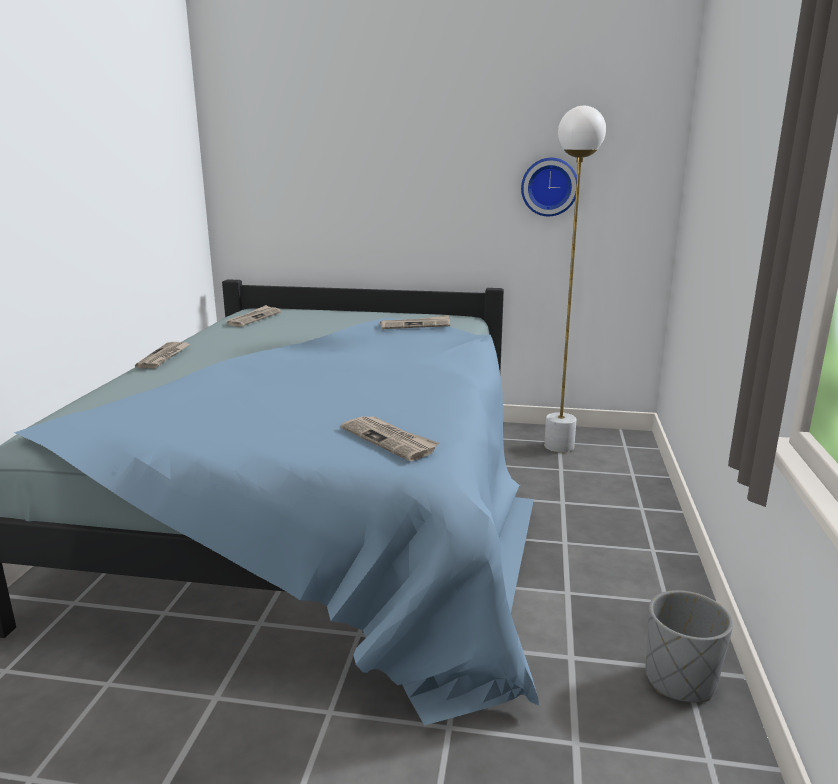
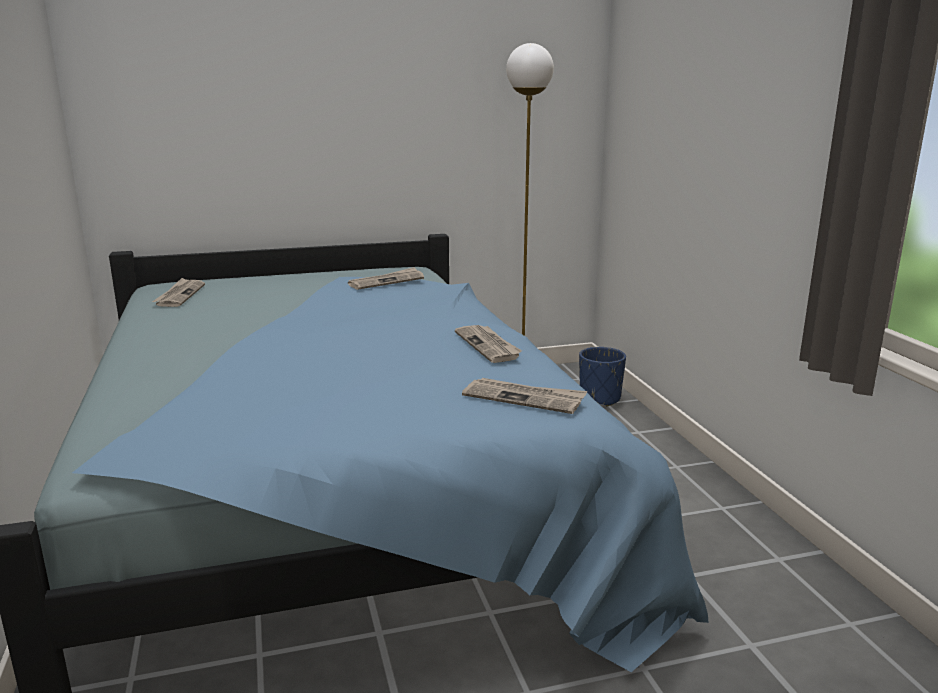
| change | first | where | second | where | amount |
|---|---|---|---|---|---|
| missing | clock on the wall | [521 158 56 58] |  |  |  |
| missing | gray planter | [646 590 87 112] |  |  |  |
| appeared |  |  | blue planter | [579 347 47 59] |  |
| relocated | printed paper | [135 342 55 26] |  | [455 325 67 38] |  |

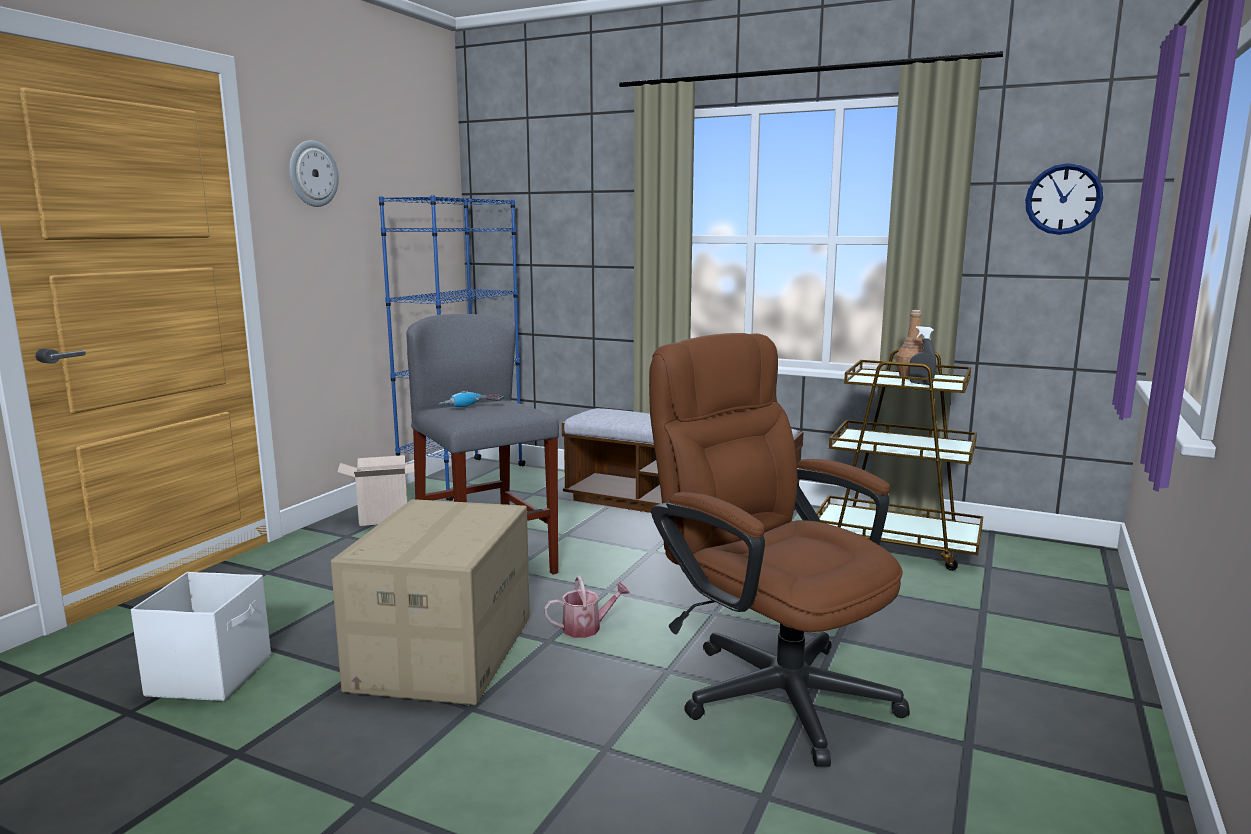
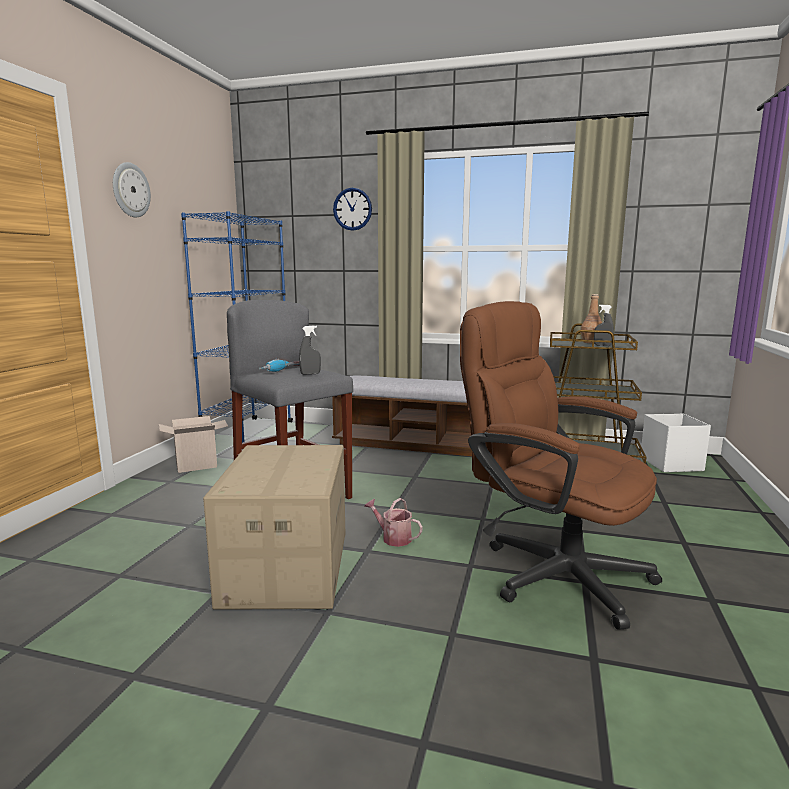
| change | first | where | second | where | amount |
|---|---|---|---|---|---|
| appeared |  |  | gray sprayer | [299 326 22 49] |  |
| relocated | whitish storage container | [131 572 140 129] |  | [641 413 70 59] |  |
| relocated | clock on the wall | [1025 163 78 72] |  | [333 188 39 43] |  |
| spun | watering pot | [544 576 86 62] |  | [364 498 59 49] | 120 degrees counterclockwise |

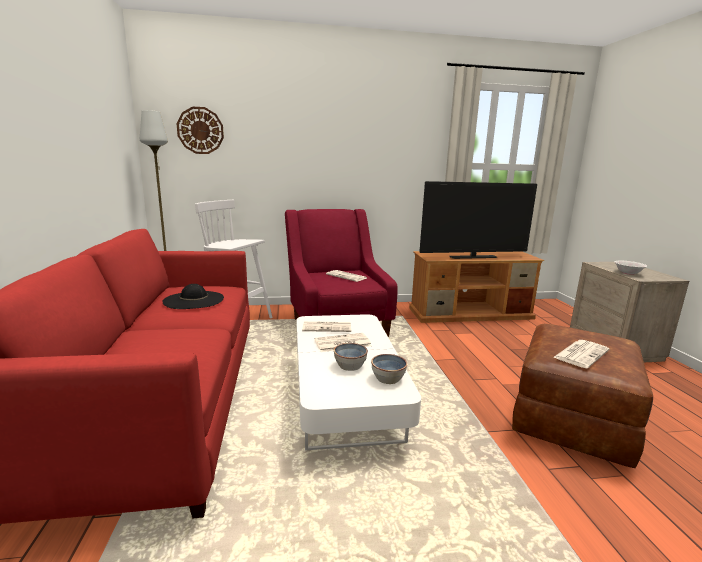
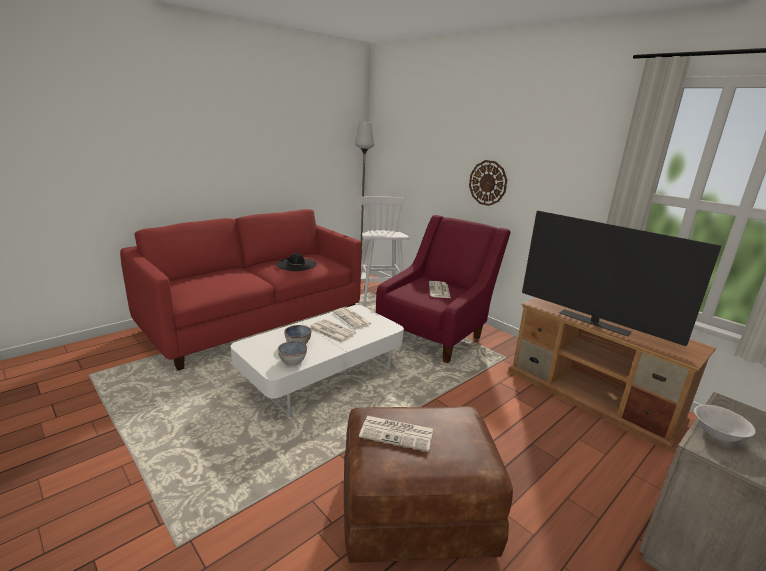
| change | first | where | second | where | amount |
|---|---|---|---|---|---|
| relocated | clock on the wall | [177 107 47 47] |  | [469 160 38 46] |  |

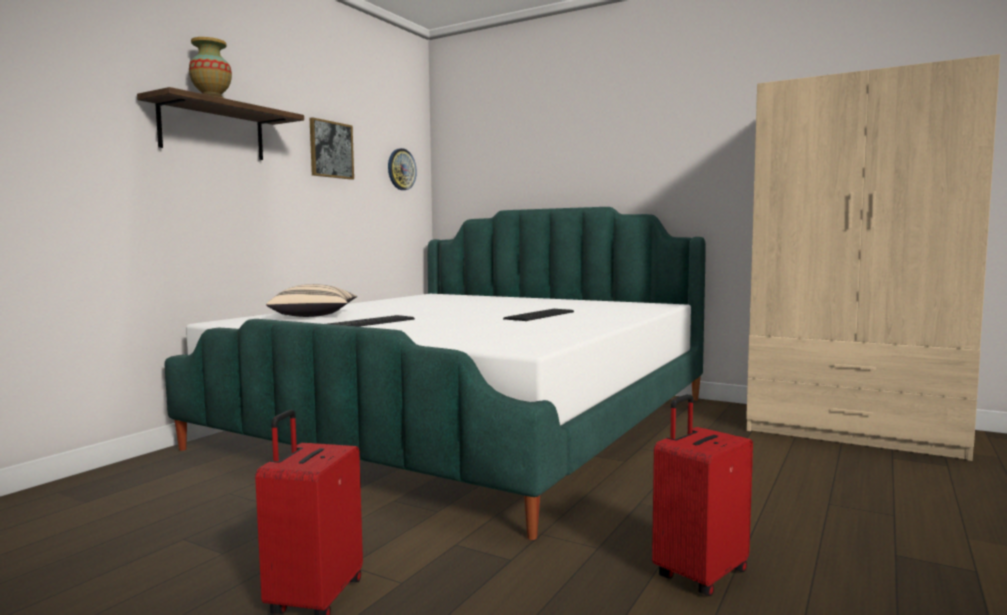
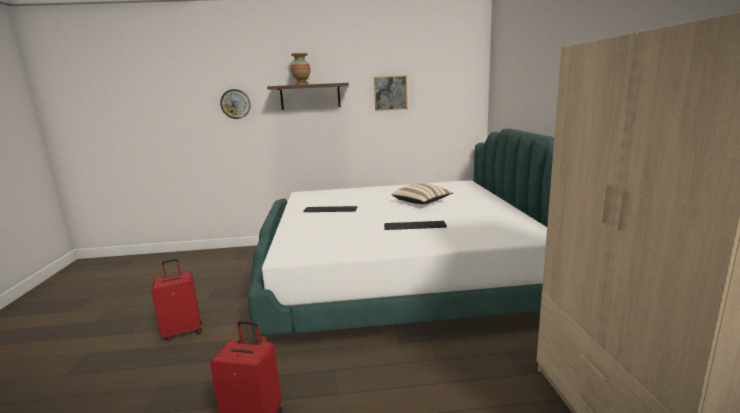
| change | first | where | second | where | amount |
|---|---|---|---|---|---|
| relocated | sand-coloured throw pillow | [266 284 91 33] |  | [392 183 61 21] |  |
| relocated | clock on the wall | [388 148 29 42] |  | [220 89 31 30] |  |

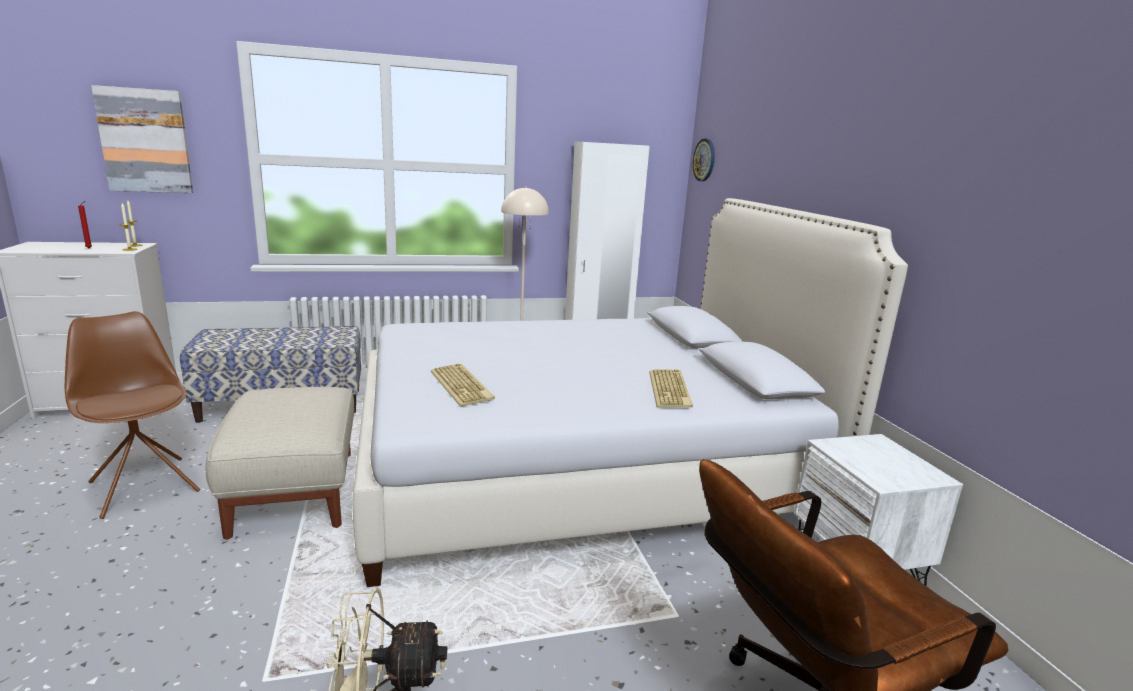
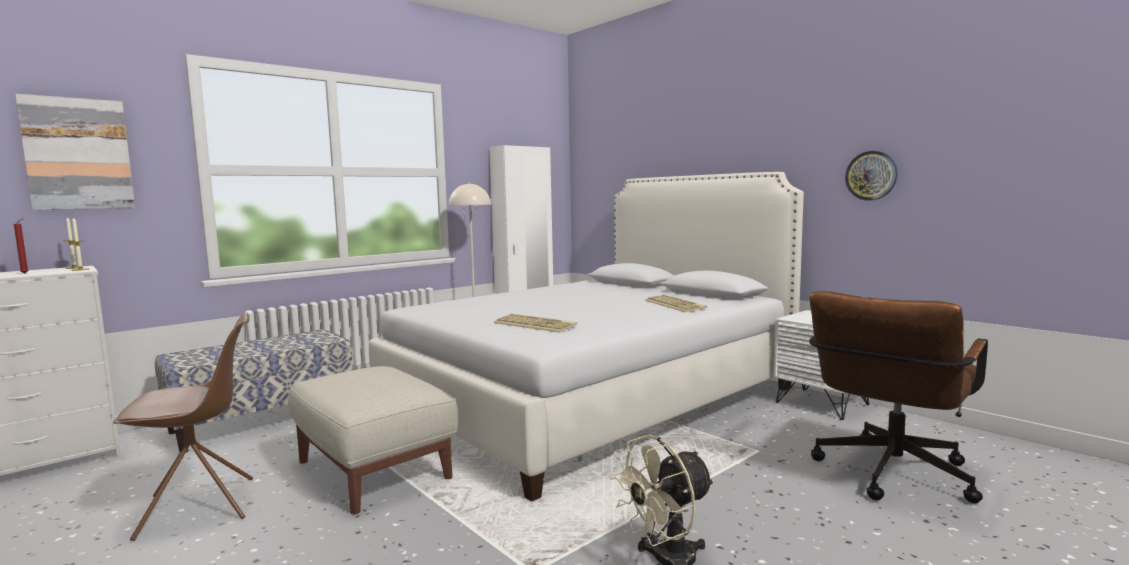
| change | first | where | second | where | amount |
|---|---|---|---|---|---|
| relocated | clock on the wall | [692 139 23 42] |  | [845 151 53 49] |  |
| spun | brown chair | [65 311 135 208] |  | [113 313 140 228] | 135 degrees clockwise |

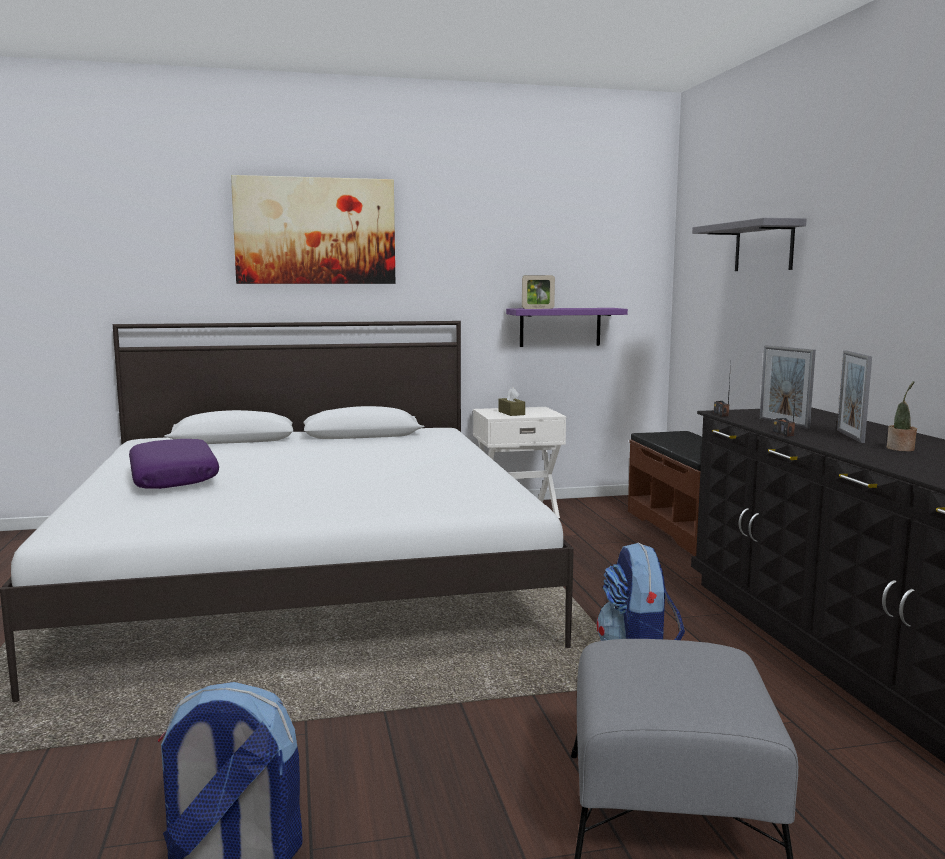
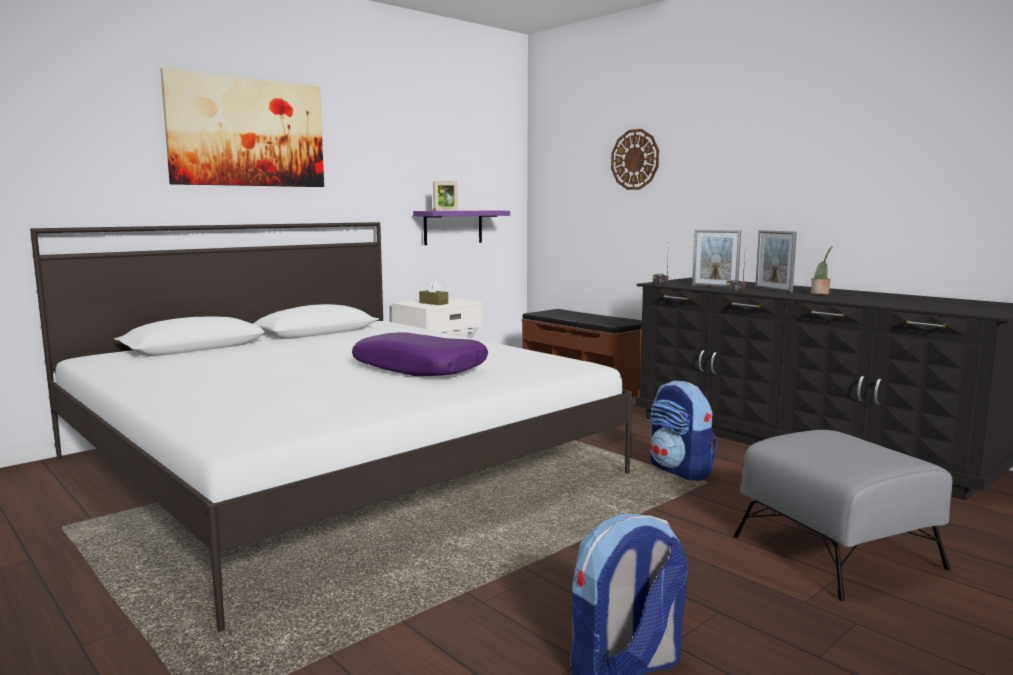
| change | first | where | second | where | amount |
|---|---|---|---|---|---|
| relocated | purple-coloured throw pillow | [129 439 90 50] |  | [352 332 136 44] |  |
| exchanged | gray wall shelf | [692 218 115 53] | clock on the wall | [611 129 48 61] |  |

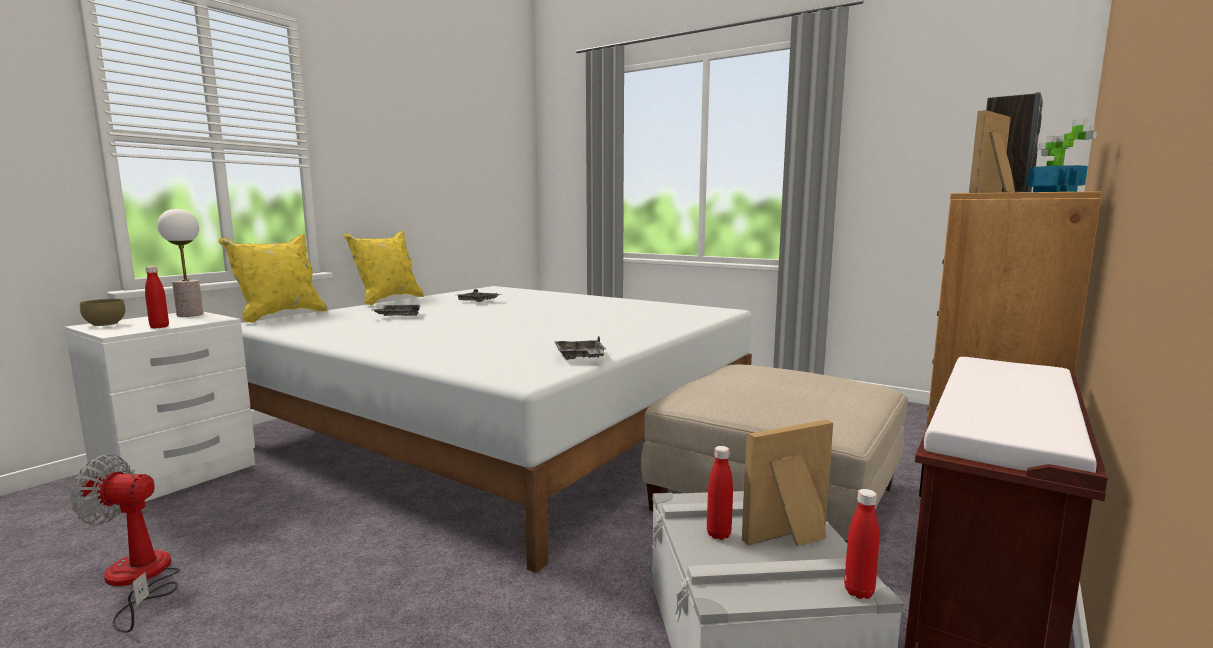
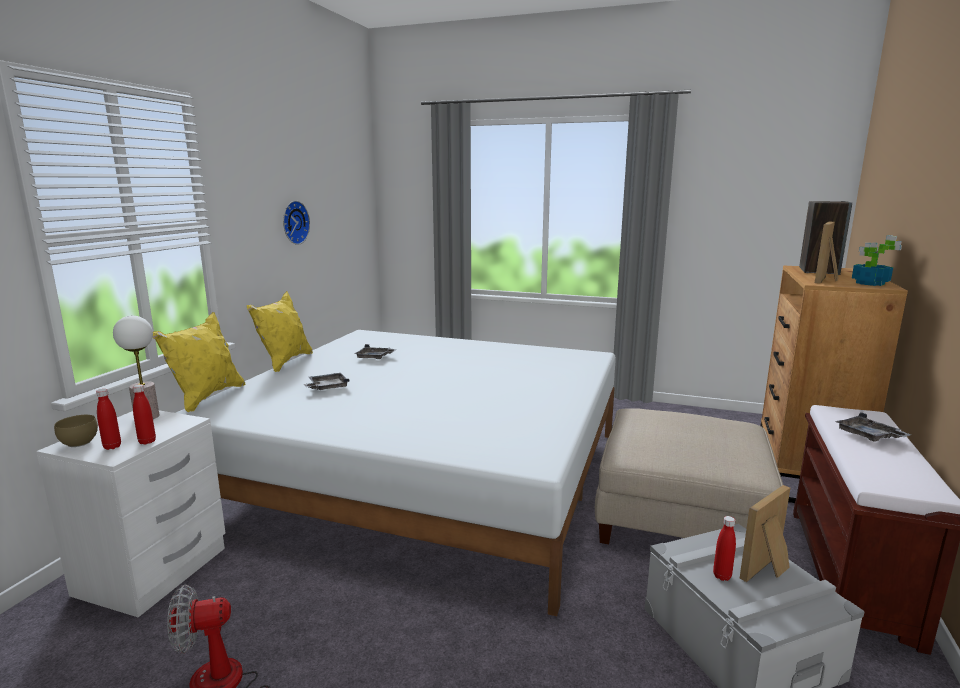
| change | first | where | second | where | amount |
|---|---|---|---|---|---|
| appeared |  |  | clock on the wall | [283 201 27 44] |  |
| relocated | gray serving tray | [554 336 53 24] |  | [835 412 76 30] |  |
| relocated | red bottle | [844 489 35 110] |  | [96 389 25 61] |  |

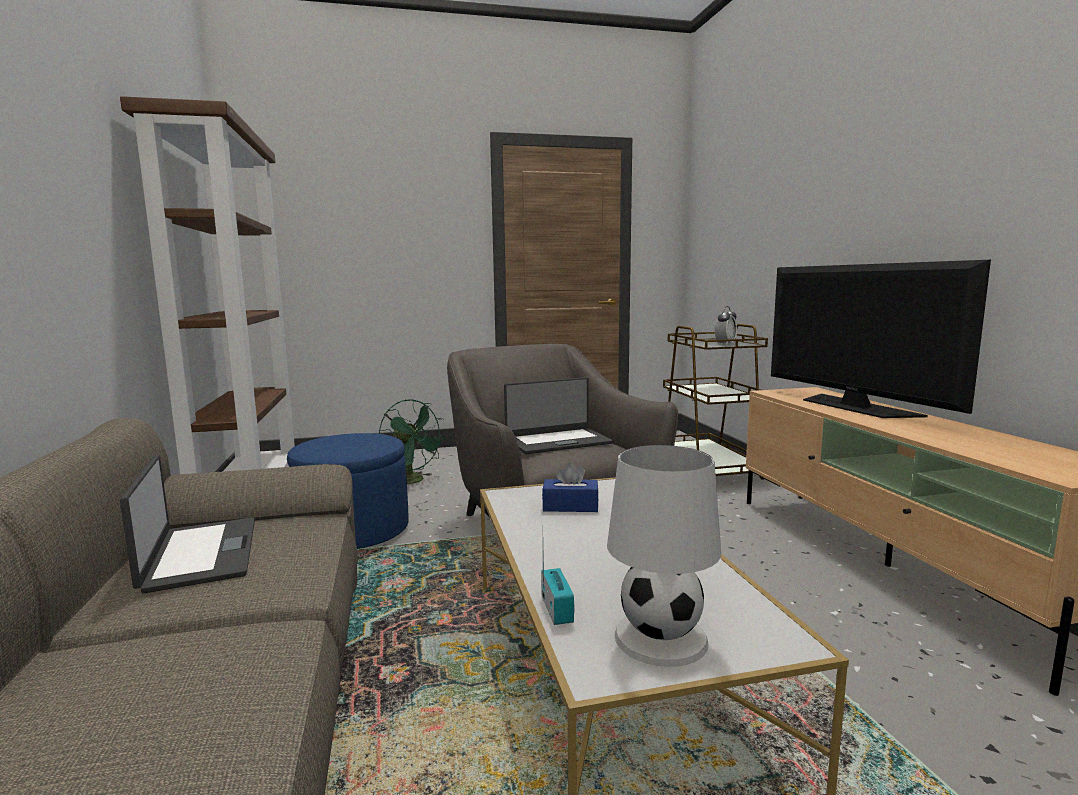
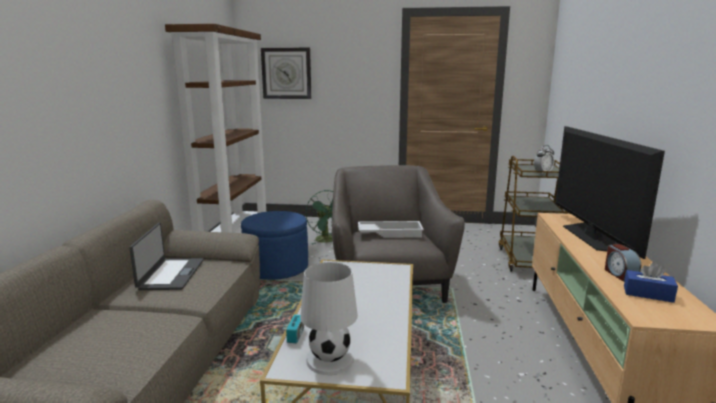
| change | first | where | second | where | amount |
|---|---|---|---|---|---|
| appeared |  |  | clock on the wall | [261 48 50 51] |  |
| appeared |  |  | table clock | [605 244 36 38] |  |
| relocated | blue tissue box | [542 462 57 50] |  | [624 262 54 41] |  |
| exchanged | portable computer | [504 377 109 77] | whitish serving tray | [358 221 66 17] |  |

